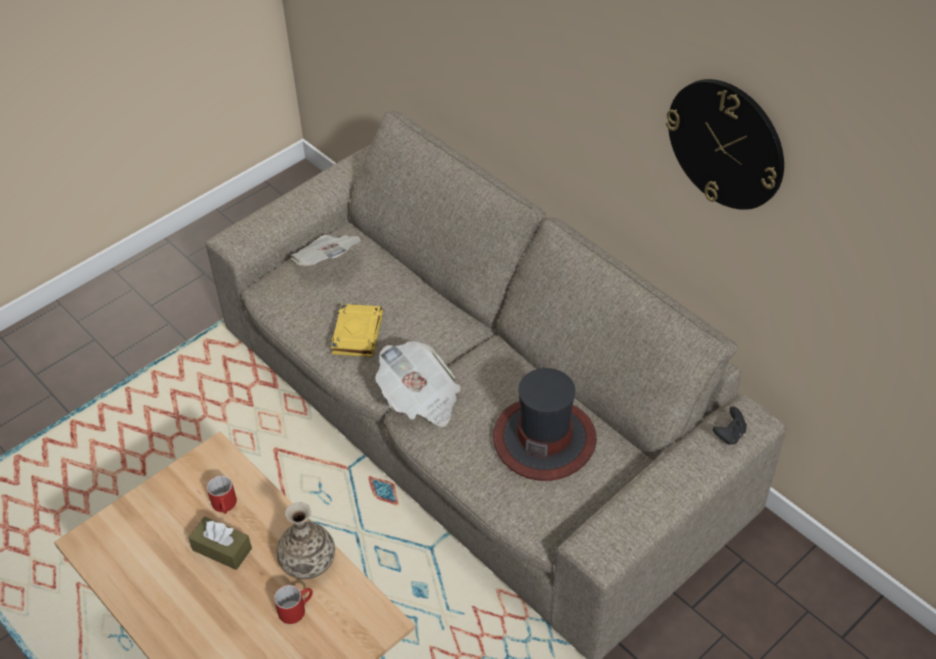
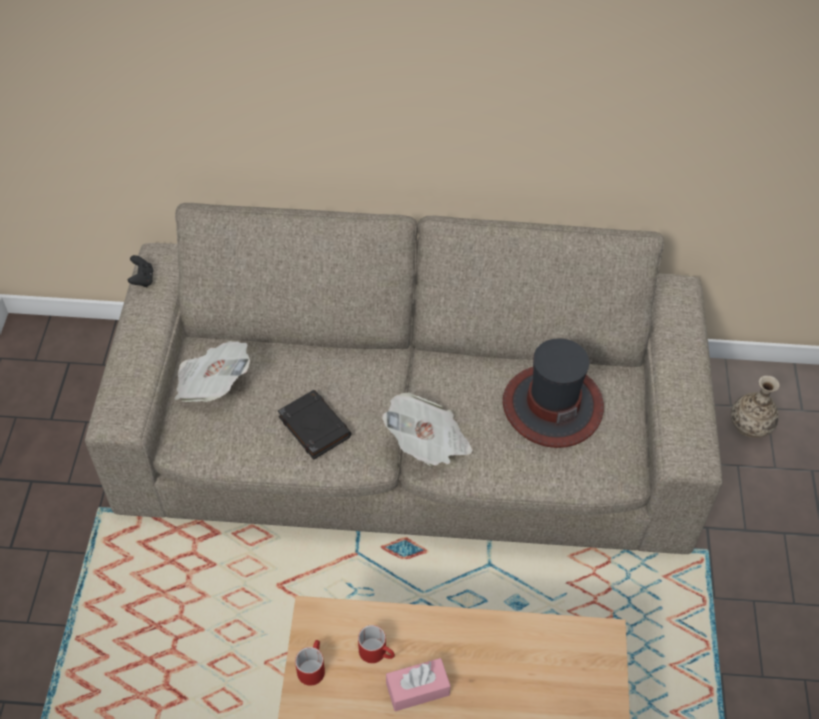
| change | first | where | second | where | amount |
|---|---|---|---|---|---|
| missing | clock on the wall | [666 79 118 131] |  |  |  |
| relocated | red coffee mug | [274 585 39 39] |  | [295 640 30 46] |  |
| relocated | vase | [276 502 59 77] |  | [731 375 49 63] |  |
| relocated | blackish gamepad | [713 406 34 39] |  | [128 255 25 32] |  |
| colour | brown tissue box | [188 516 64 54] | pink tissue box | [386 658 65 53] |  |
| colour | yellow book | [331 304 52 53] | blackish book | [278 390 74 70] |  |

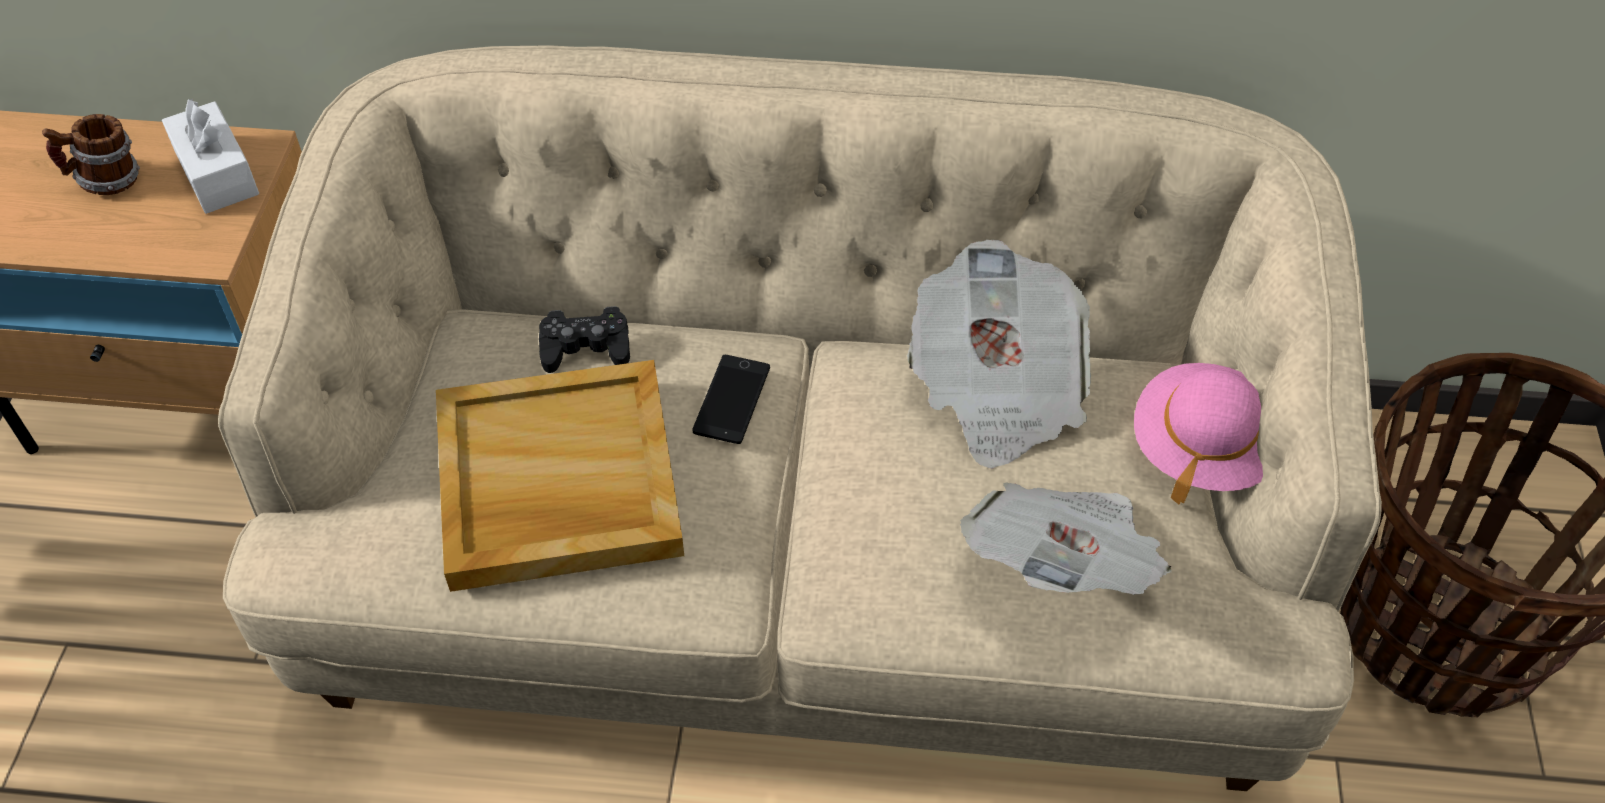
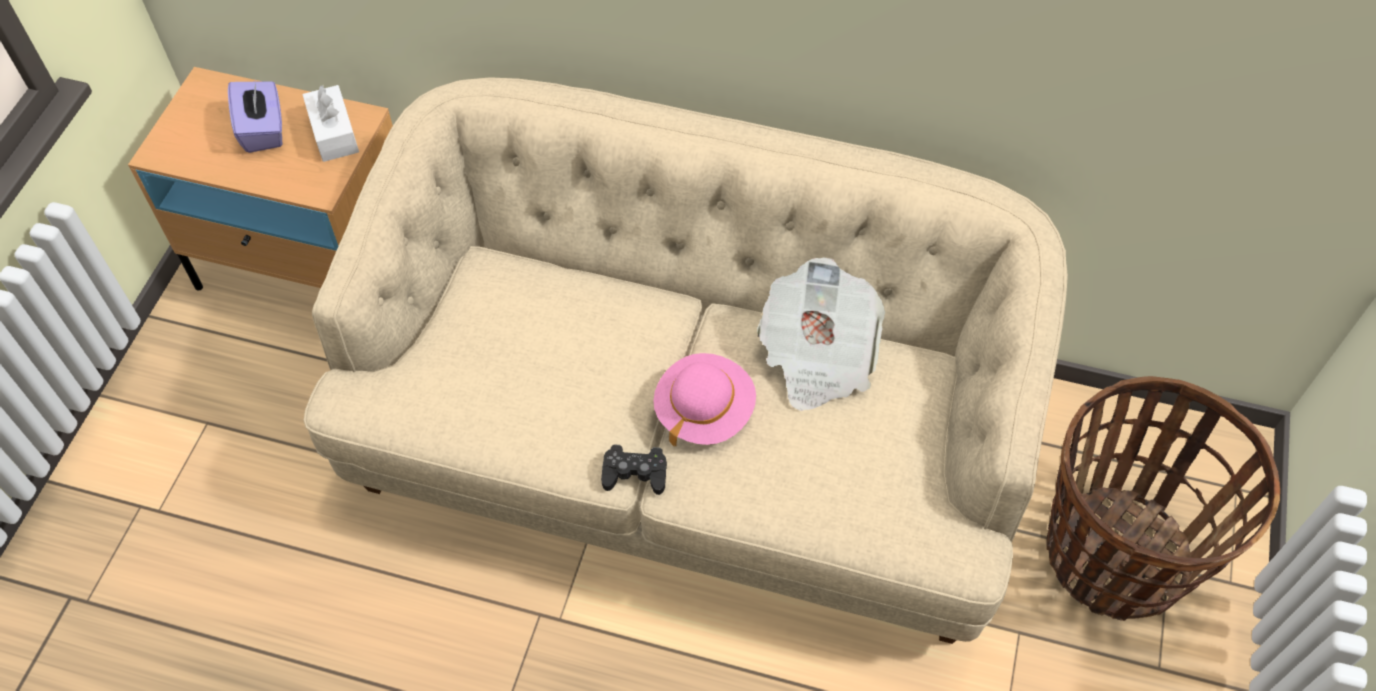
| change | first | where | second | where | amount |
|---|---|---|---|---|---|
| missing | sand-coloured serving tray | [436 360 248 232] |  |  |  |
| missing | handset | [692 355 78 89] |  |  |  |
| missing | printed paper | [960 482 212 113] |  |  |  |
| relocated | blackish gamepad | [539 306 91 67] |  | [601 444 66 51] |  |
| relocated | pink wearable hat | [1134 363 129 141] |  | [653 353 103 93] |  |
| exchanged | coffee mug | [42 114 98 81] | purple-coloured tissue box | [228 81 54 72] |  |

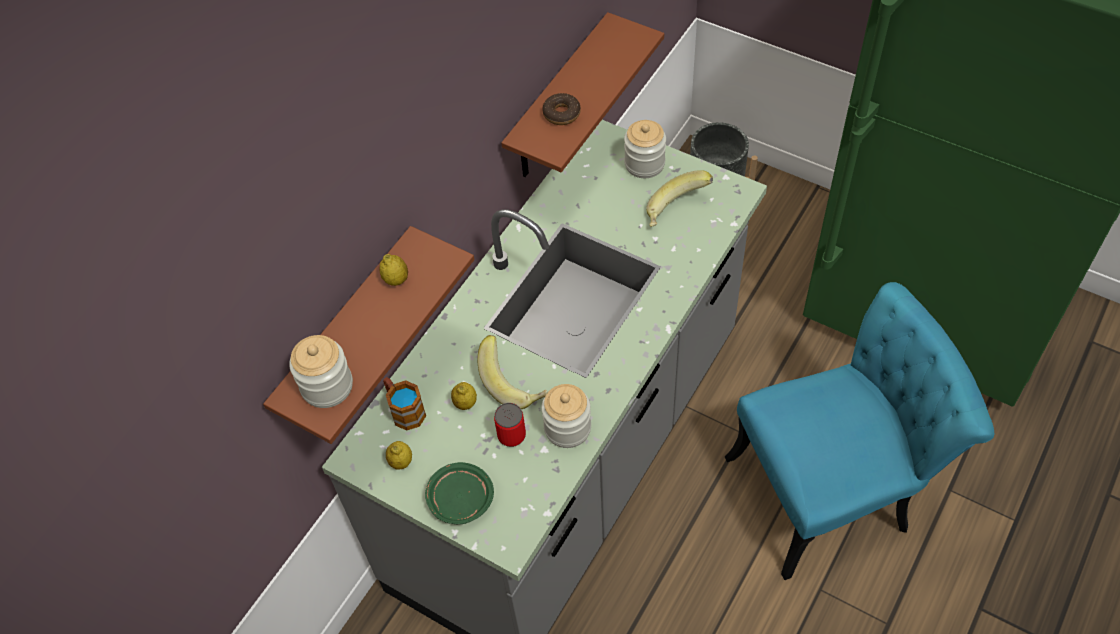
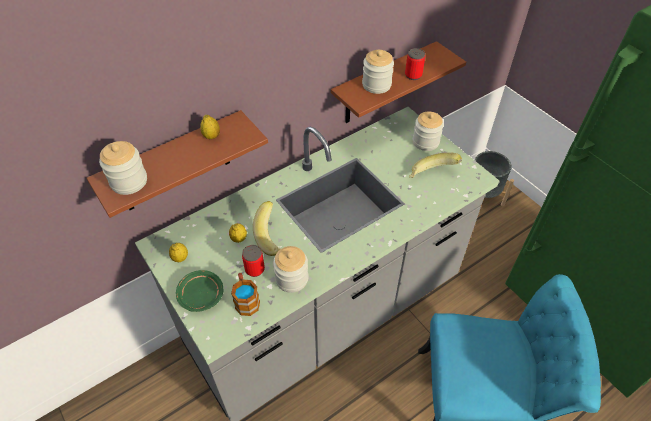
| change | first | where | second | where | amount |
|---|---|---|---|---|---|
| appeared |  |  | metal can | [405 48 20 32] |  |
| relocated | coffee mug | [383 377 43 53] |  | [231 273 29 43] |  |
| exchanged | doughnut | [542 93 39 32] | storage jar | [362 50 32 44] |  |

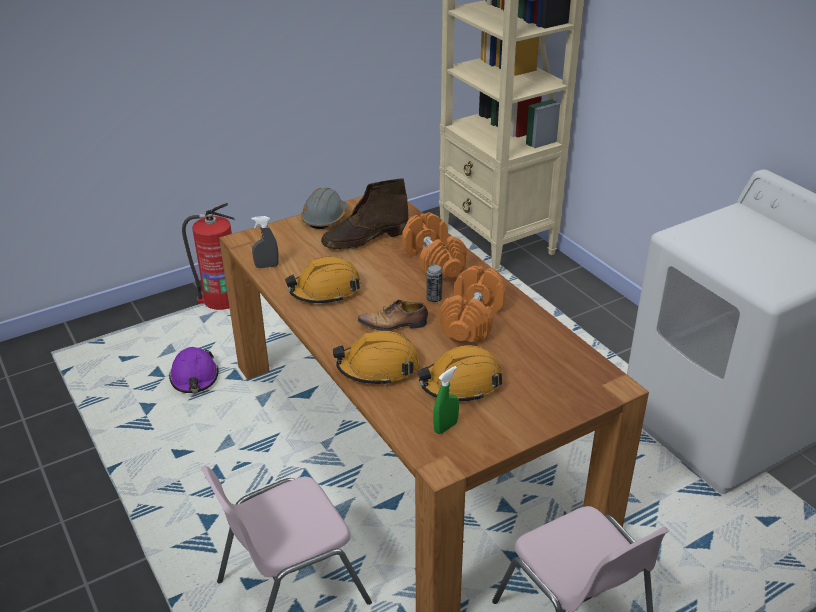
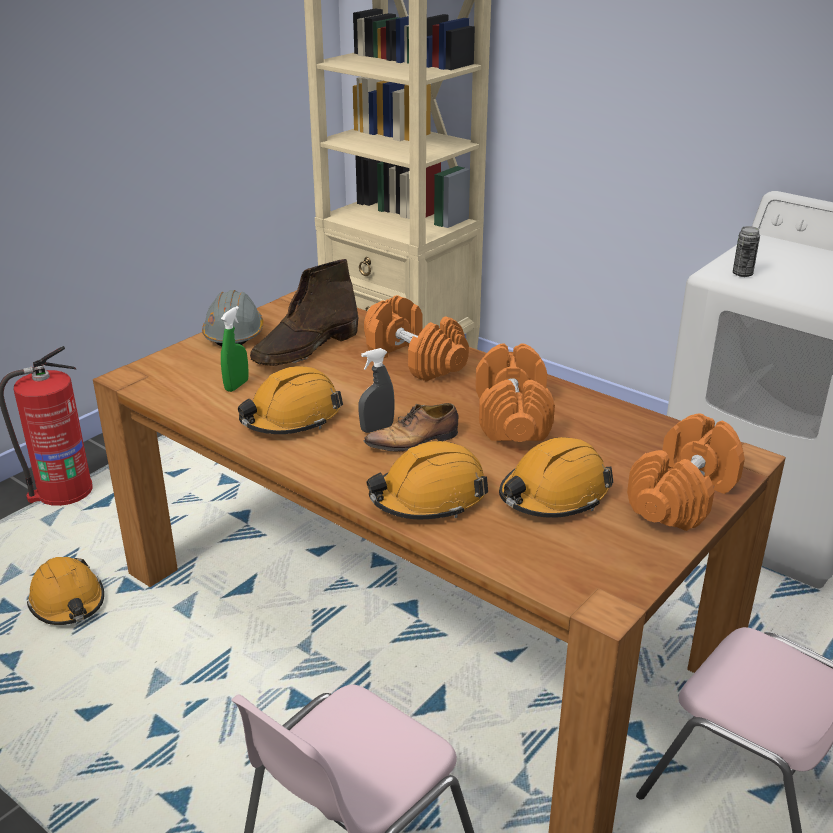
| change | first | where | second | where | amount |
|---|---|---|---|---|---|
| appeared |  |  | orange dumbbell | [627 413 118 118] |  |
| relocated | gray sprayer | [251 216 28 52] |  | [359 348 36 85] |  |
| relocated | metal can | [426 264 17 38] |  | [733 226 27 51] |  |
| relocated | green-coloured sprayer | [433 366 26 68] |  | [221 306 28 86] |  |
| colour | purple-coloured hard hat | [169 347 49 46] | orange hard hat | [27 557 77 68] |  |

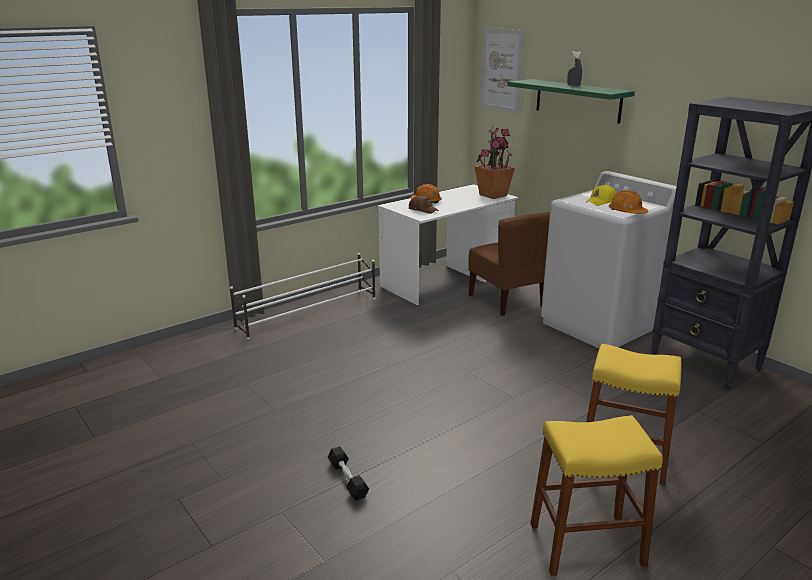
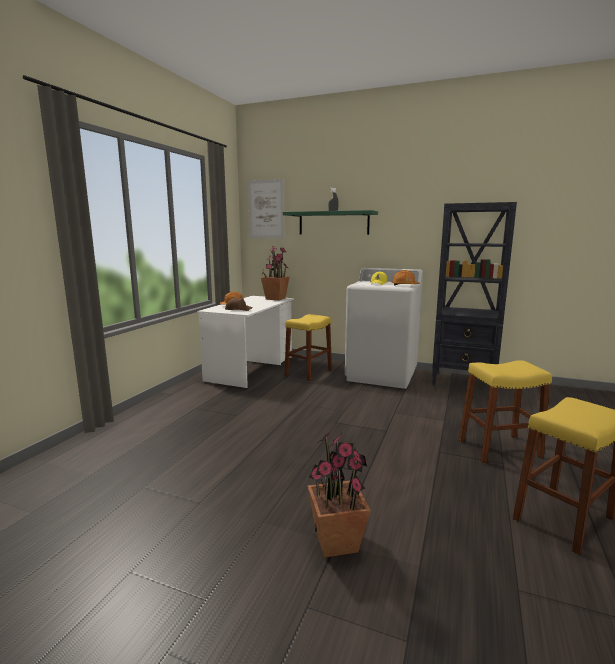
| change | first | where | second | where | amount |
|---|---|---|---|---|---|
| missing | whitish shoe stand | [230 253 146 87] |  |  |  |
| exchanged | blackish dumbbell | [327 446 42 54] | potted plant | [308 431 63 127] |  |
| exchanged | brown chair | [468 212 82 104] | yellow sitting stool | [285 314 47 68] |  |

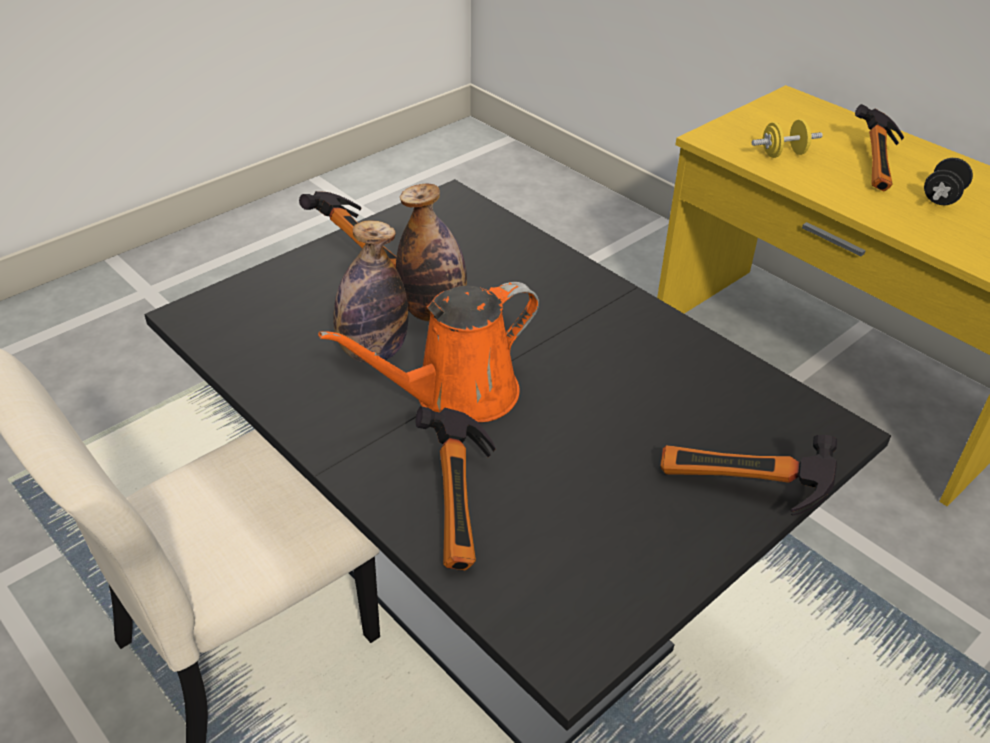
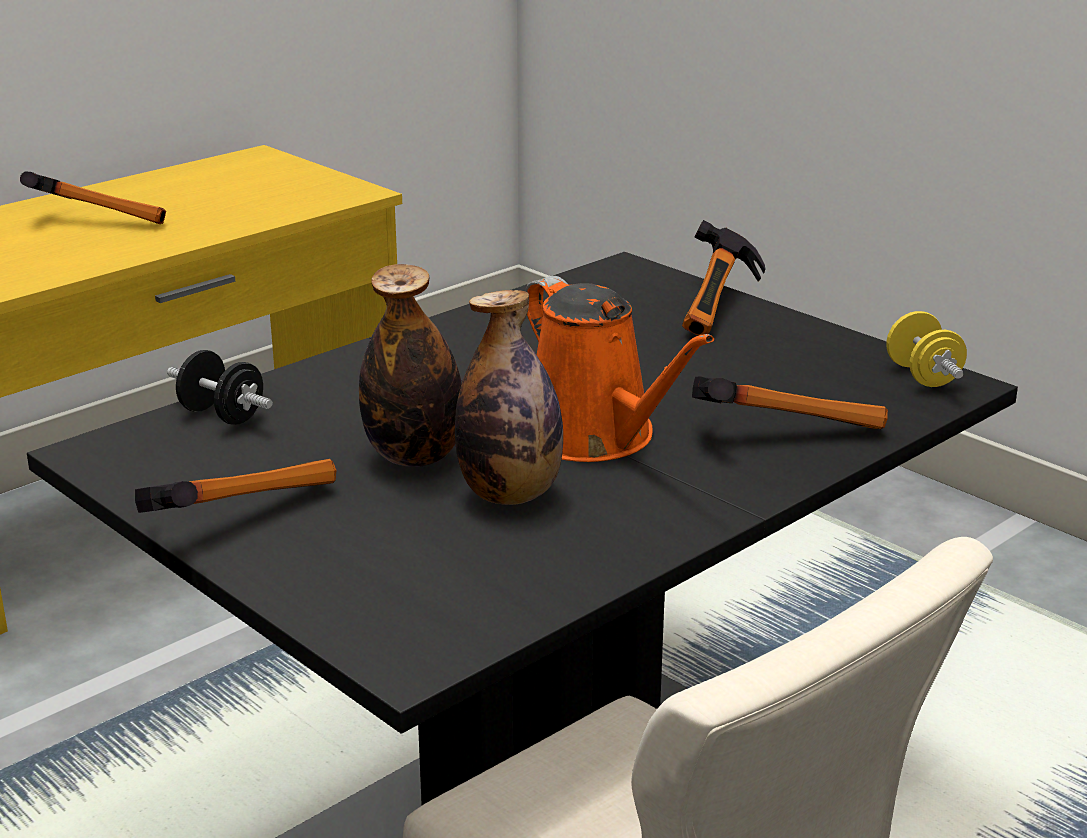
| change | first | where | second | where | amount |
|---|---|---|---|---|---|
| relocated | yellow dumbbell | [752 119 71 39] |  | [886 311 81 76] |  |
| relocated | blackish dumbbell | [924 158 49 47] |  | [167 350 106 75] |  |

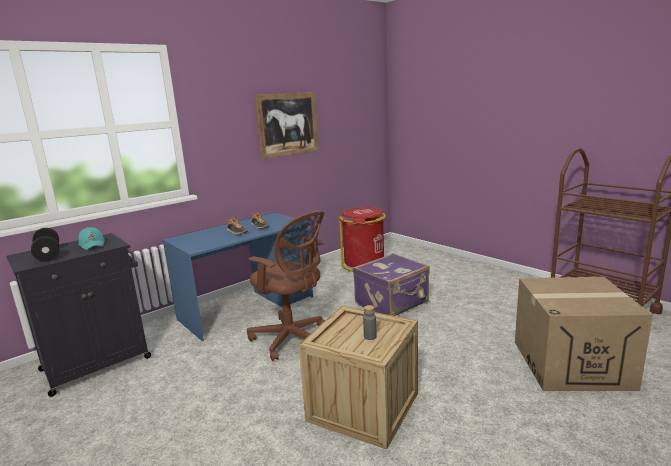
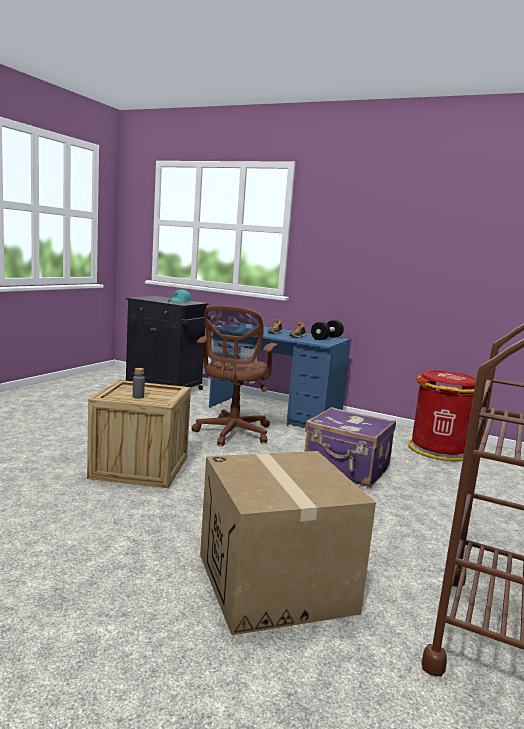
| change | first | where | second | where | amount |
|---|---|---|---|---|---|
| missing | wall picture | [255 92 64 67] |  |  |  |
| relocated | blackish dumbbell | [31 228 29 33] |  | [311 320 33 20] |  |

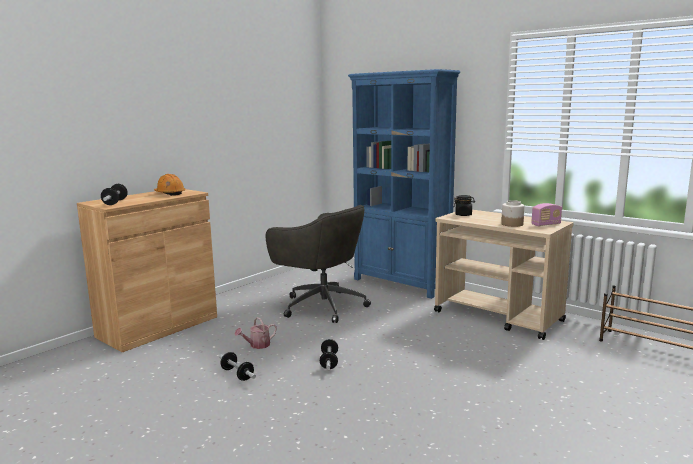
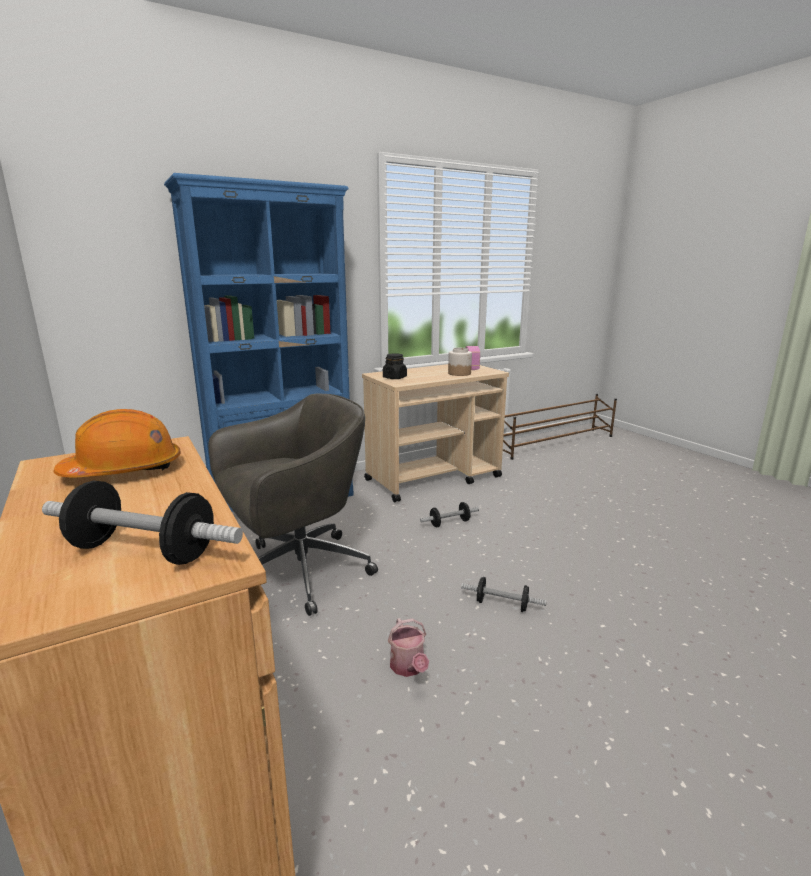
| change | first | where | second | where | amount |
|---|---|---|---|---|---|
| relocated | dumbbell | [219 352 37 29] |  | [420 502 59 25] |  |

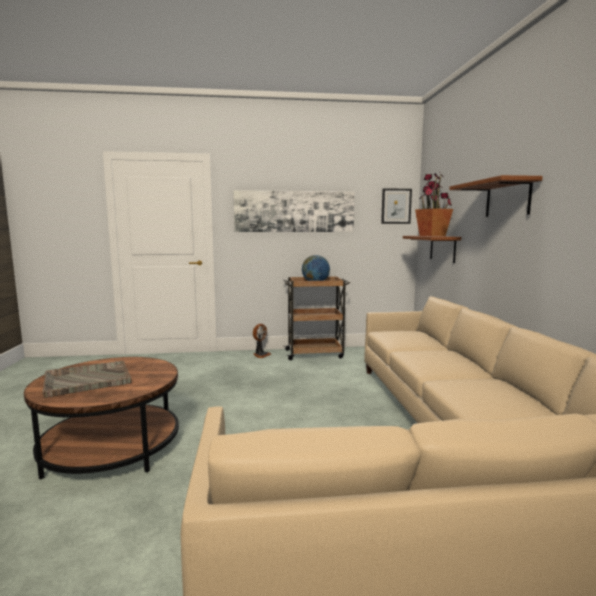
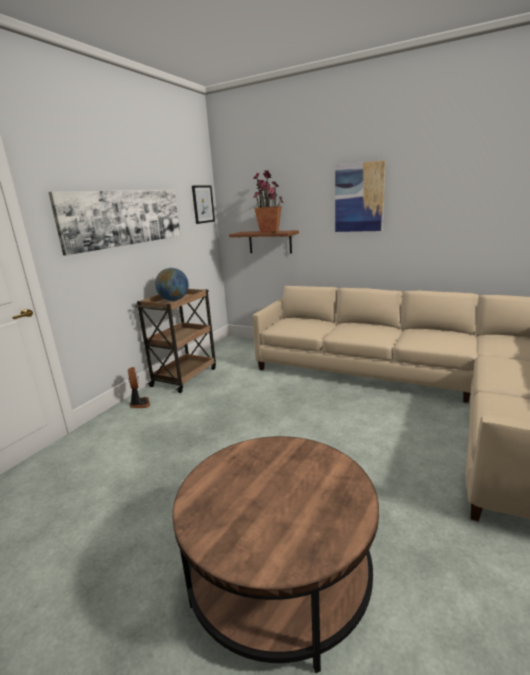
| change | first | where | second | where | amount |
|---|---|---|---|---|---|
| missing | gray serving tray | [42 361 90 37] |  |  |  |
| exchanged | brown wall shelf | [449 175 94 42] | wall picture | [335 160 50 72] |  |

